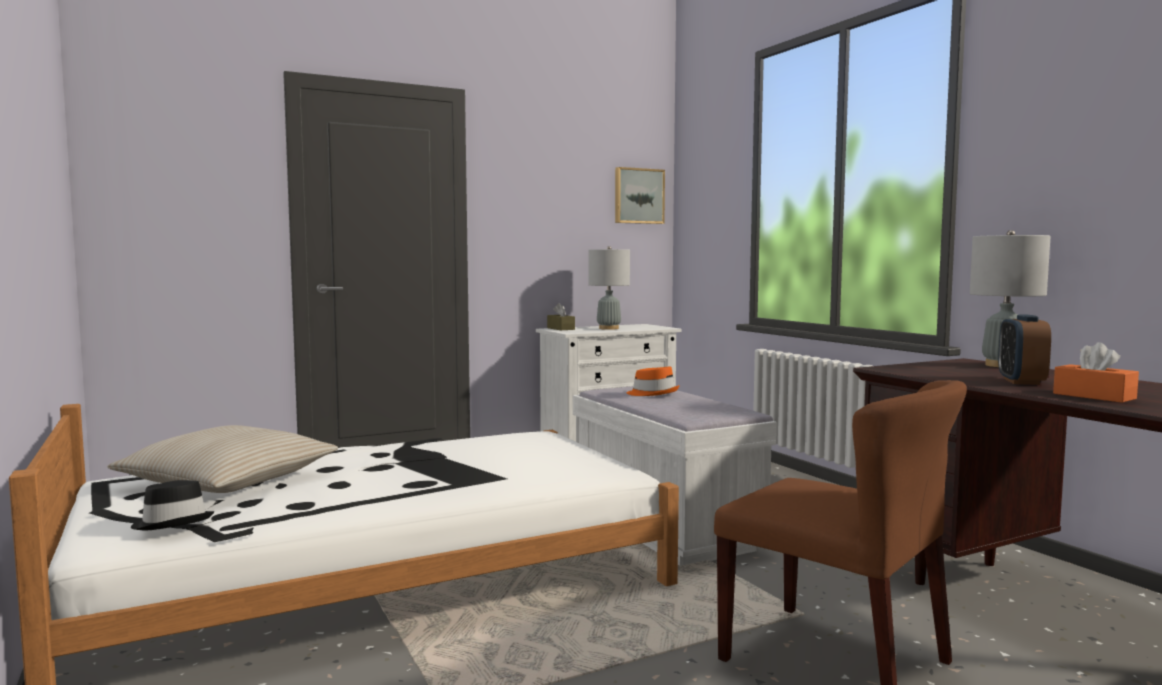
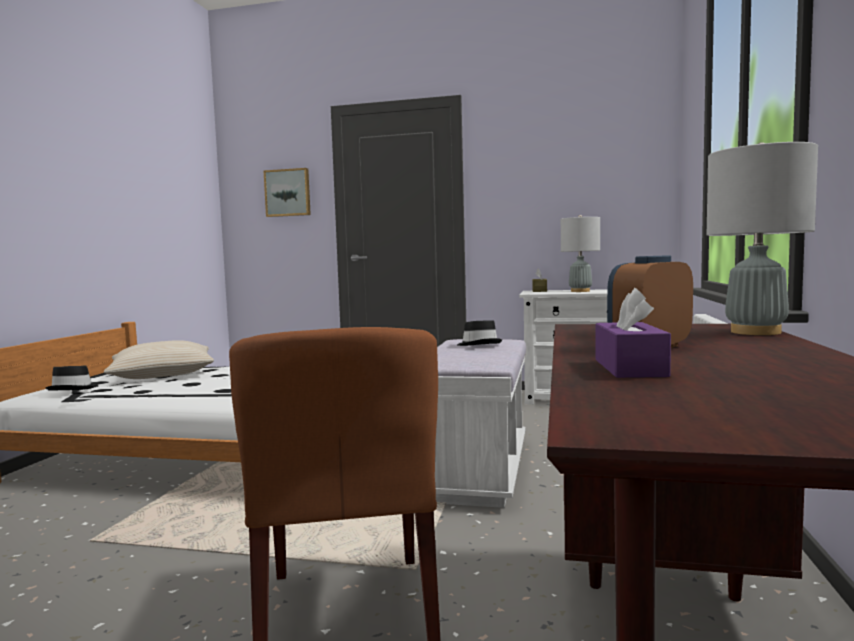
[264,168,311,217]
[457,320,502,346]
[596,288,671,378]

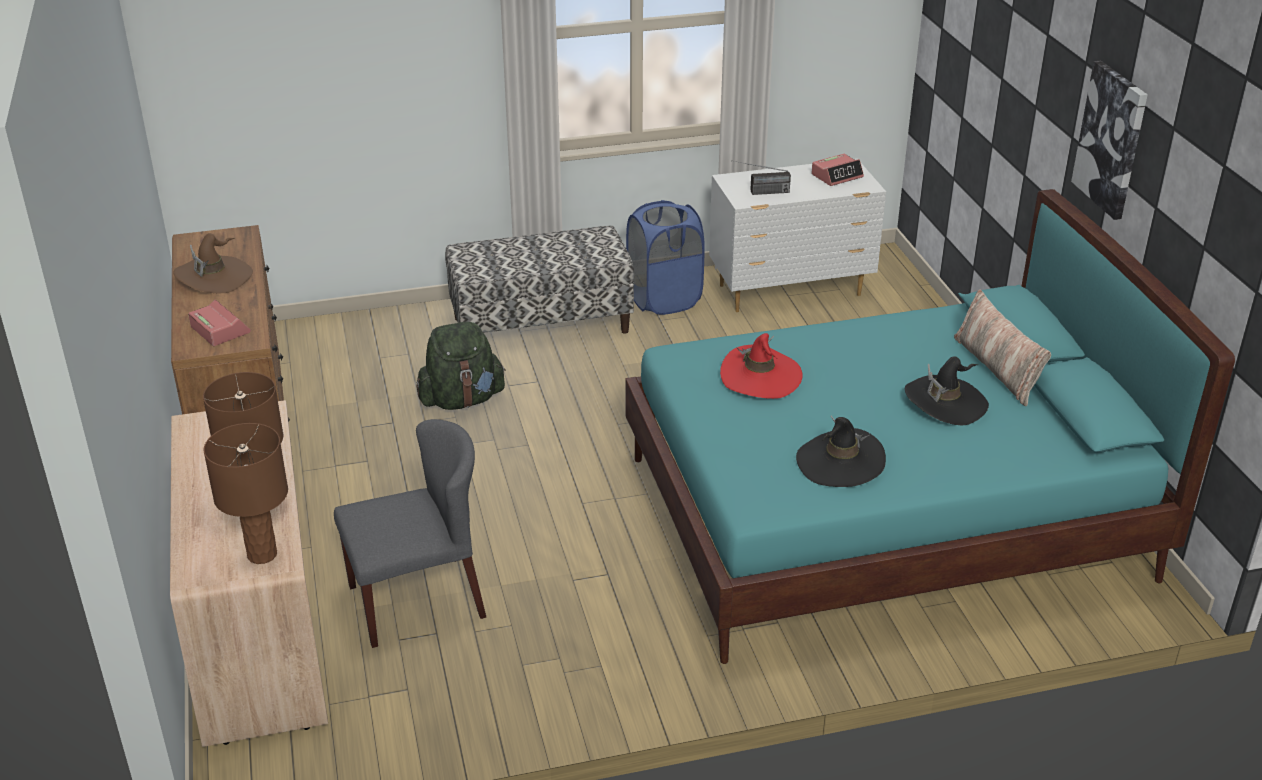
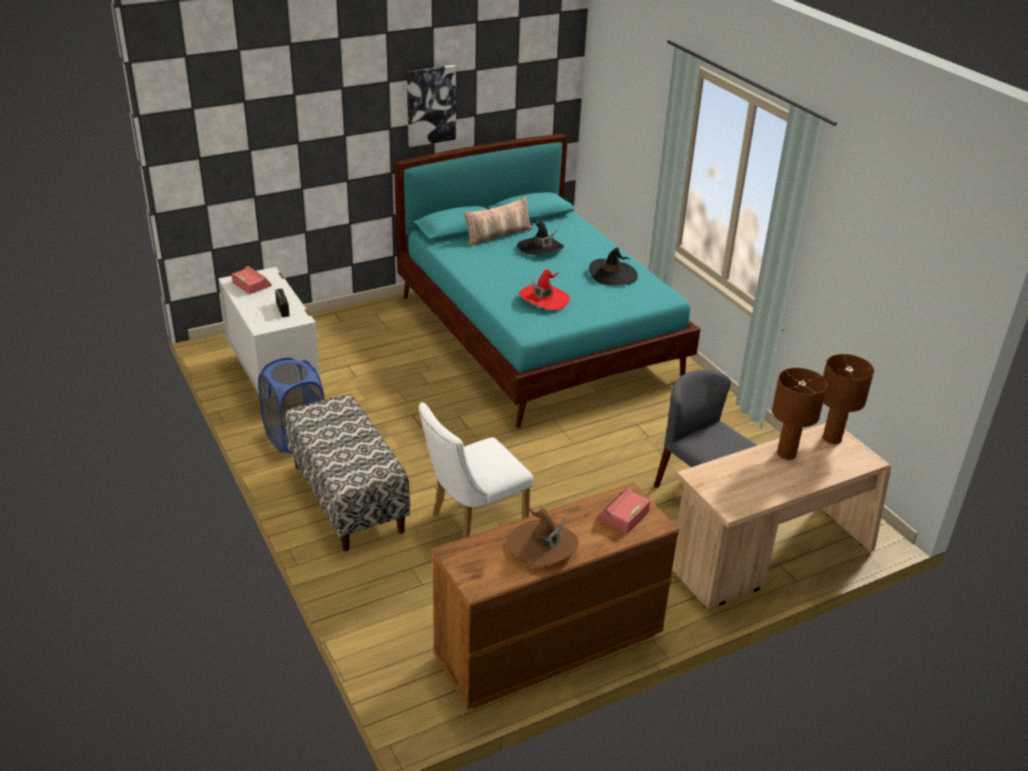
[418,402,533,538]

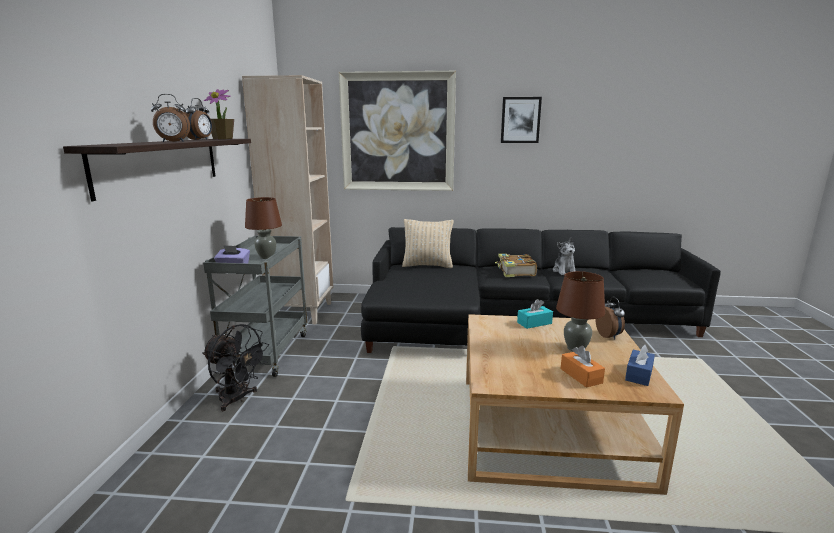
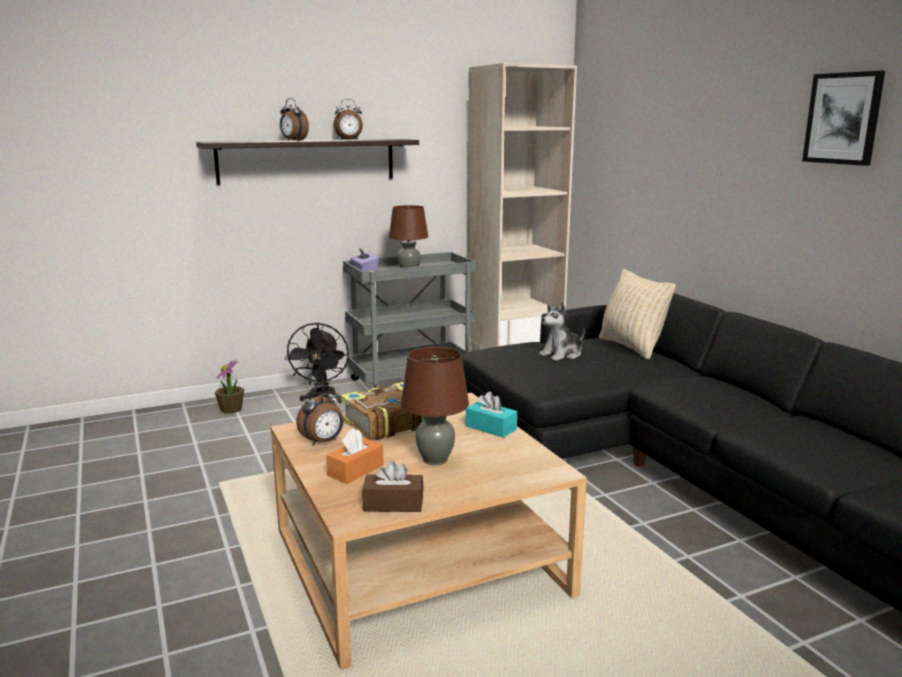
[339,71,456,191] (first image)
[215,359,244,414]
[341,382,425,440]
[539,301,585,361]
[296,385,344,446]
[362,460,424,512]

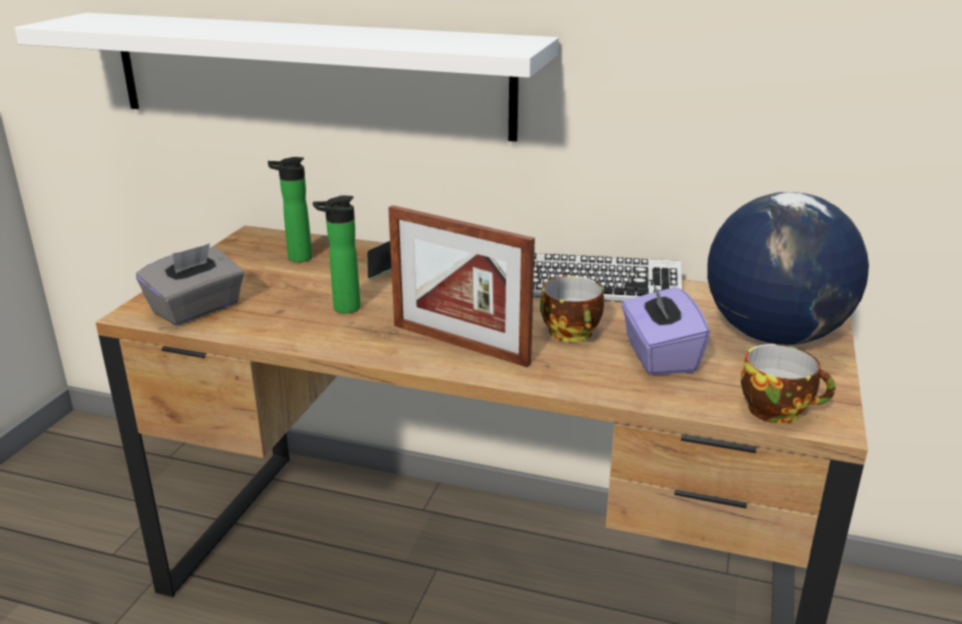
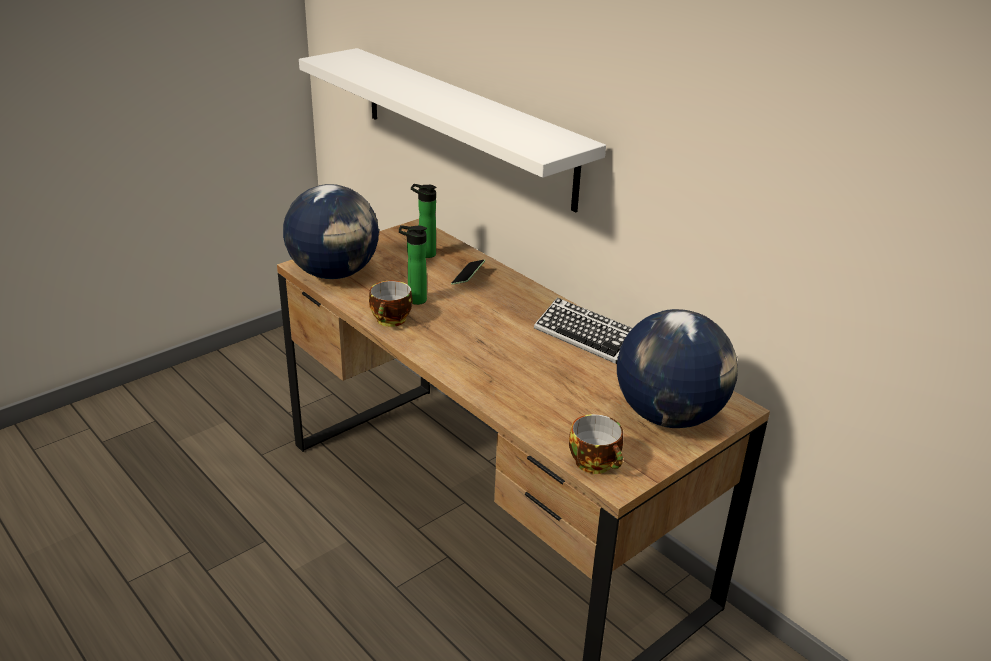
[388,205,535,368] (first image)
[621,280,710,375] (first image)
[369,281,413,327]
[283,184,379,279]

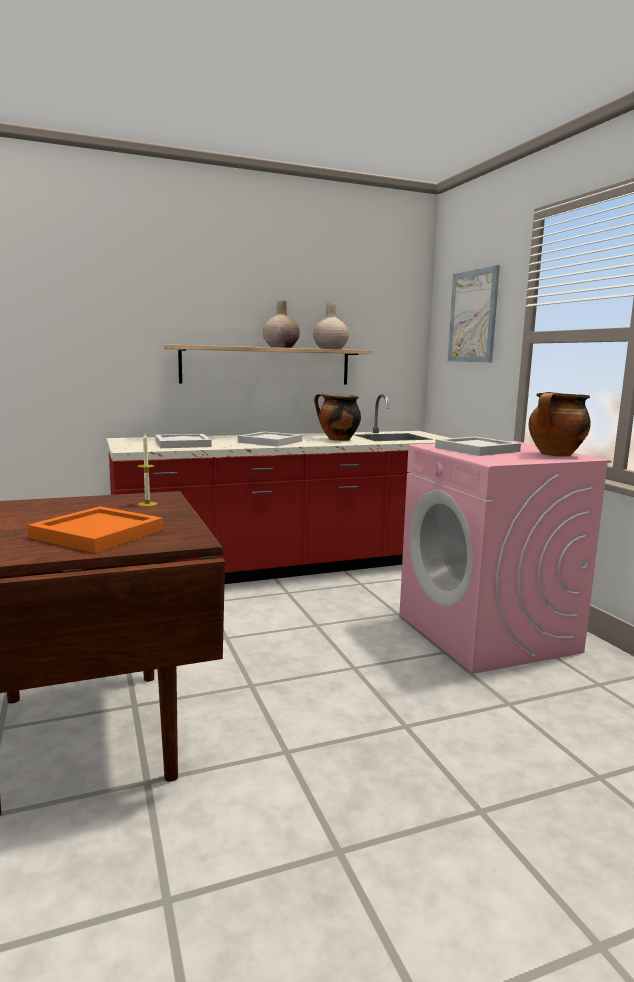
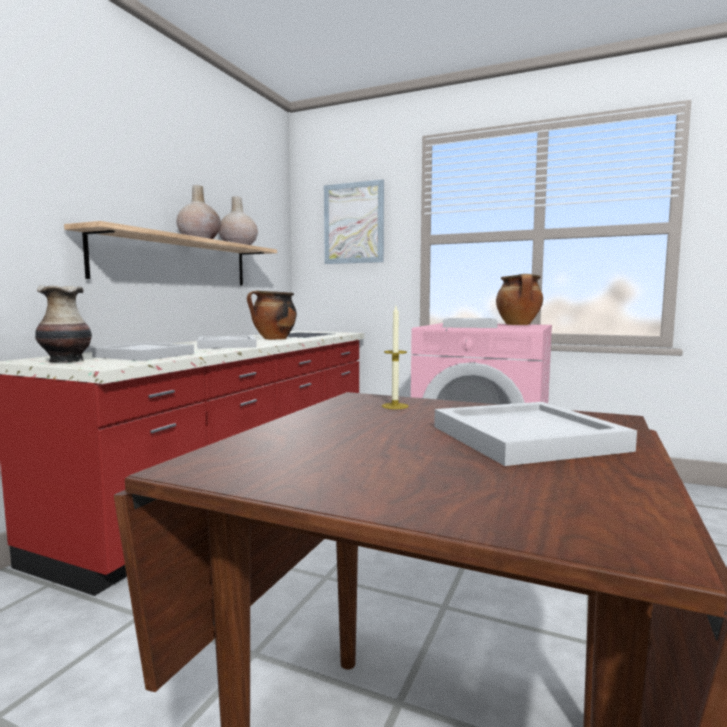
[35,285,92,363]
[434,402,637,466]

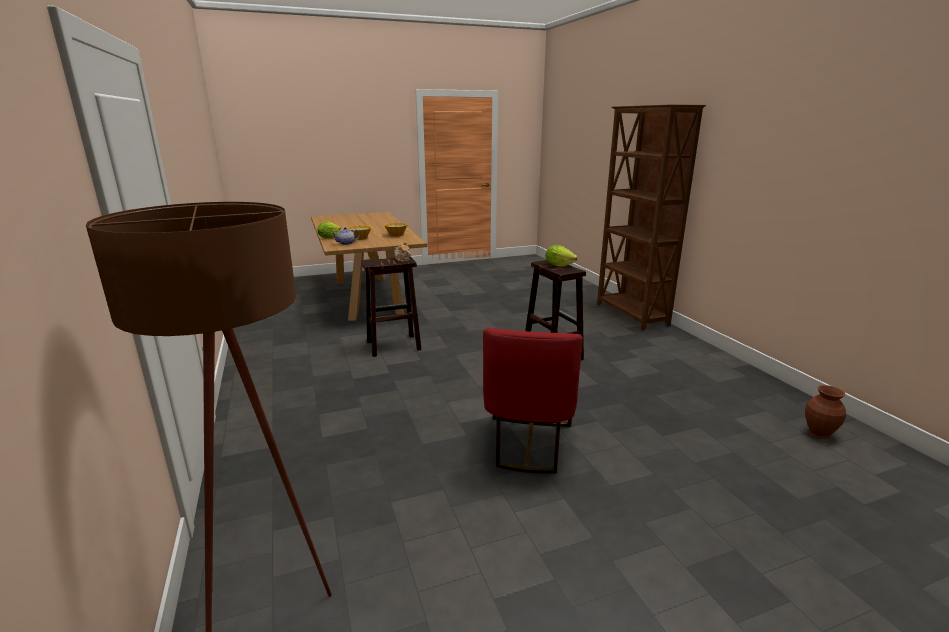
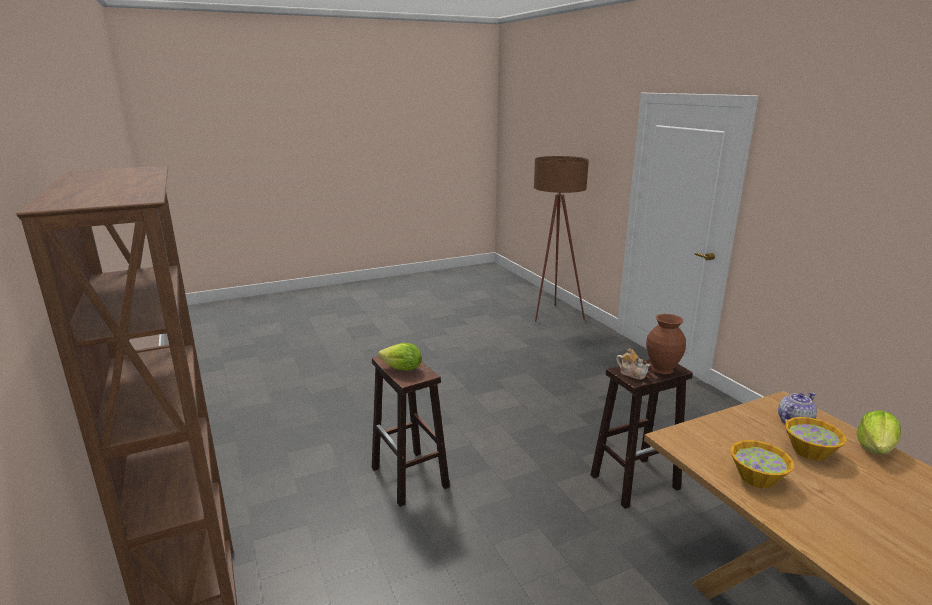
[483,328,583,474] (first image)
[646,314,686,374]

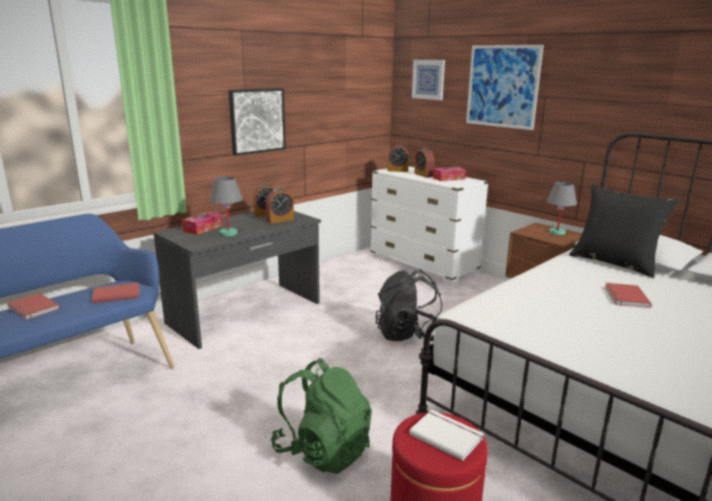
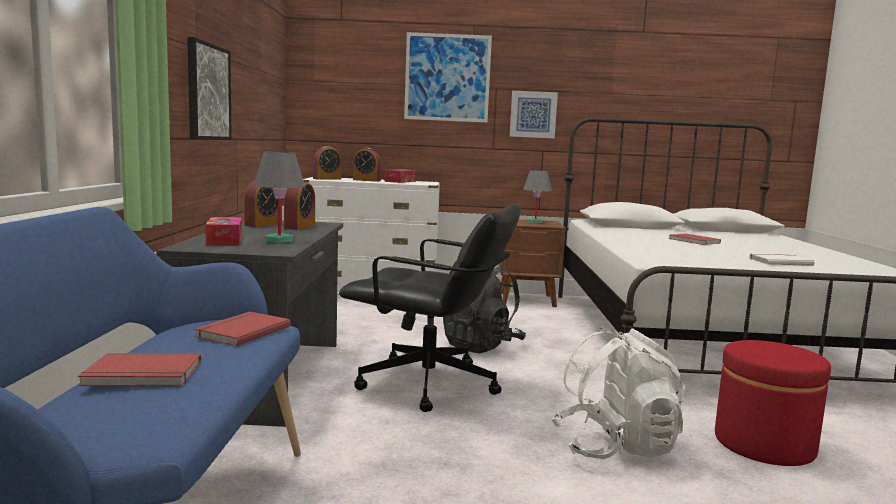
[569,184,680,278] (first image)
[339,204,521,412]
[749,253,815,266]
[510,91,558,138]
[551,328,685,459]

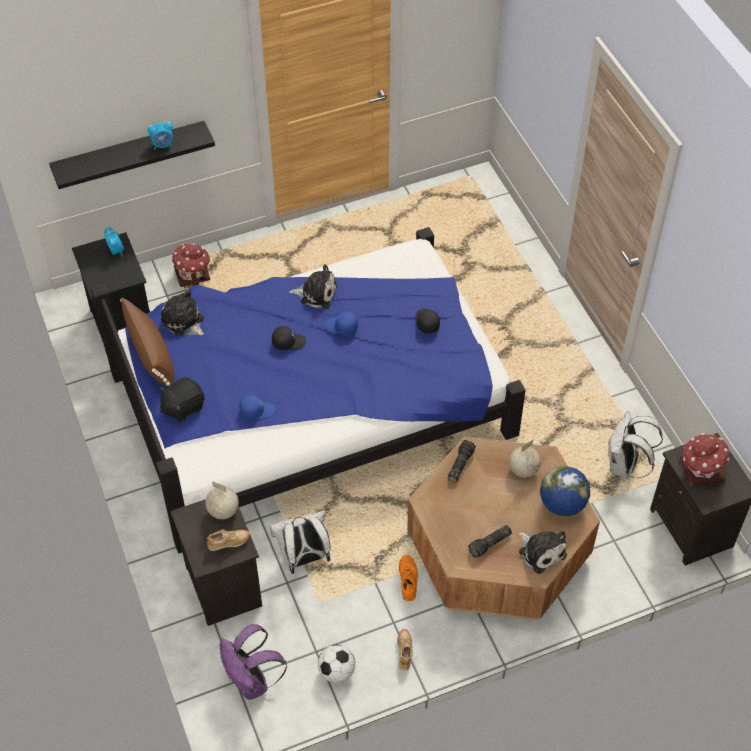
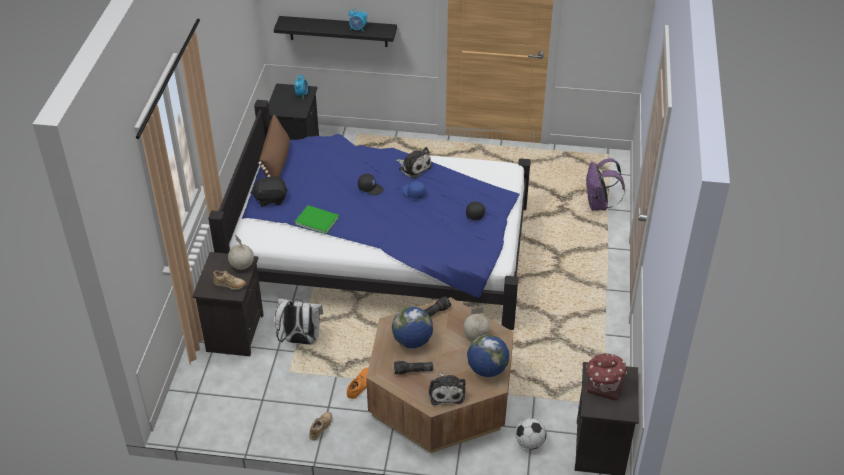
[161,290,204,336] (first image)
[172,243,210,287] (first image)
[608,411,663,478] (first image)
[392,307,433,348]
[586,158,625,211]
[515,418,546,450]
[295,205,339,234]

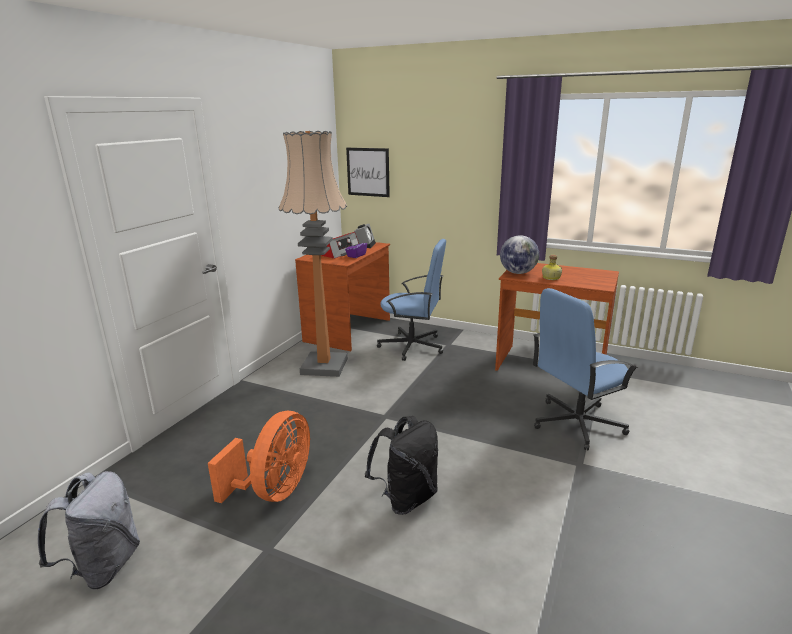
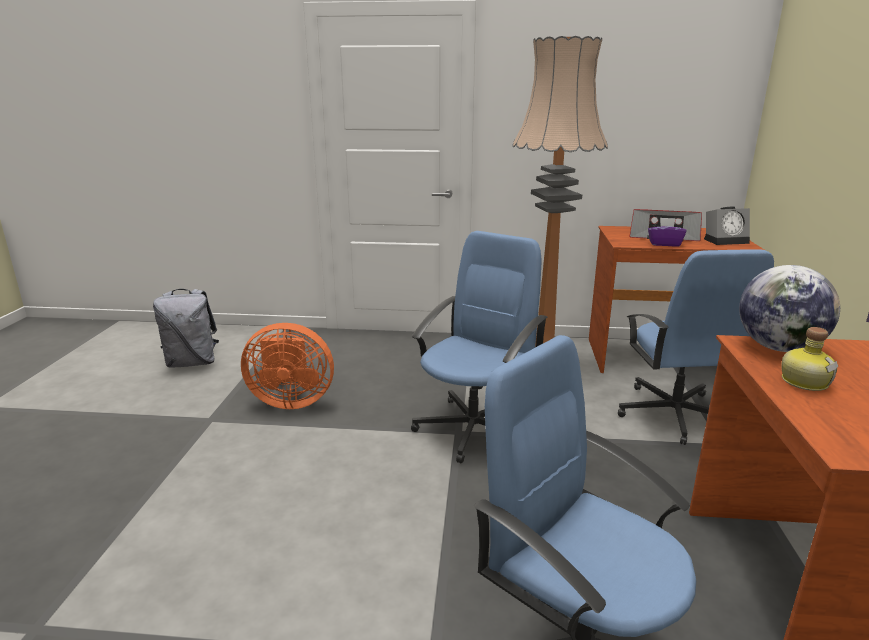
[346,148,390,197] (first image)
[365,416,438,515] (first image)
[411,231,548,463]

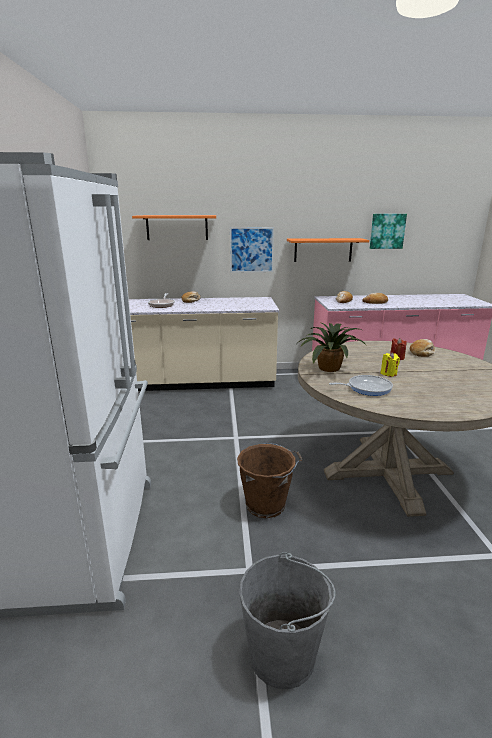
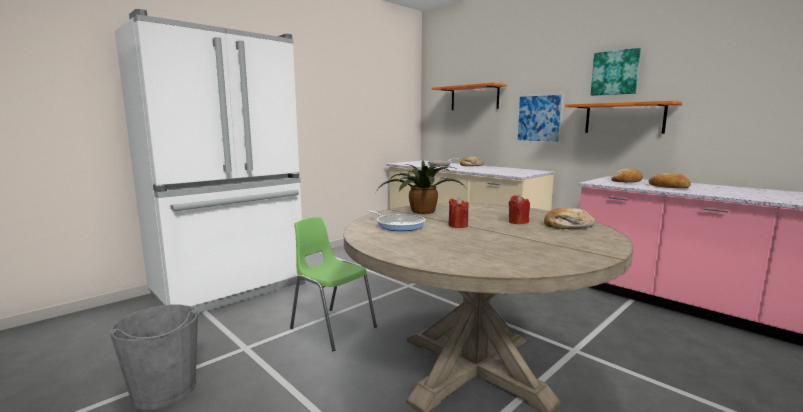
[591,48,641,96]
[290,217,377,351]
[448,197,469,228]

